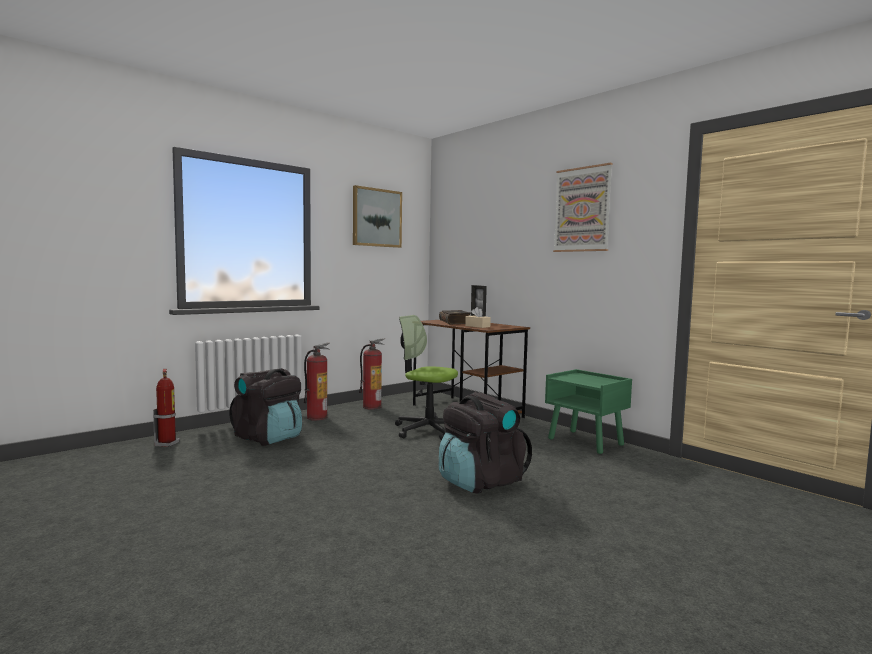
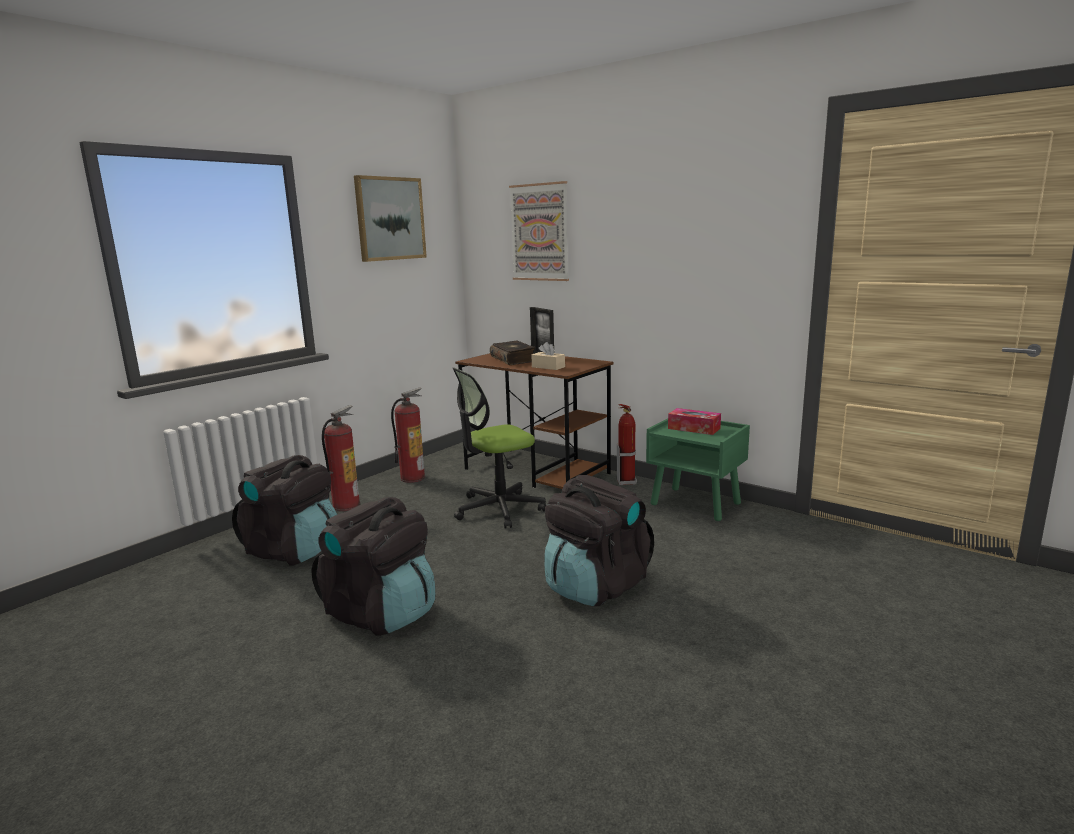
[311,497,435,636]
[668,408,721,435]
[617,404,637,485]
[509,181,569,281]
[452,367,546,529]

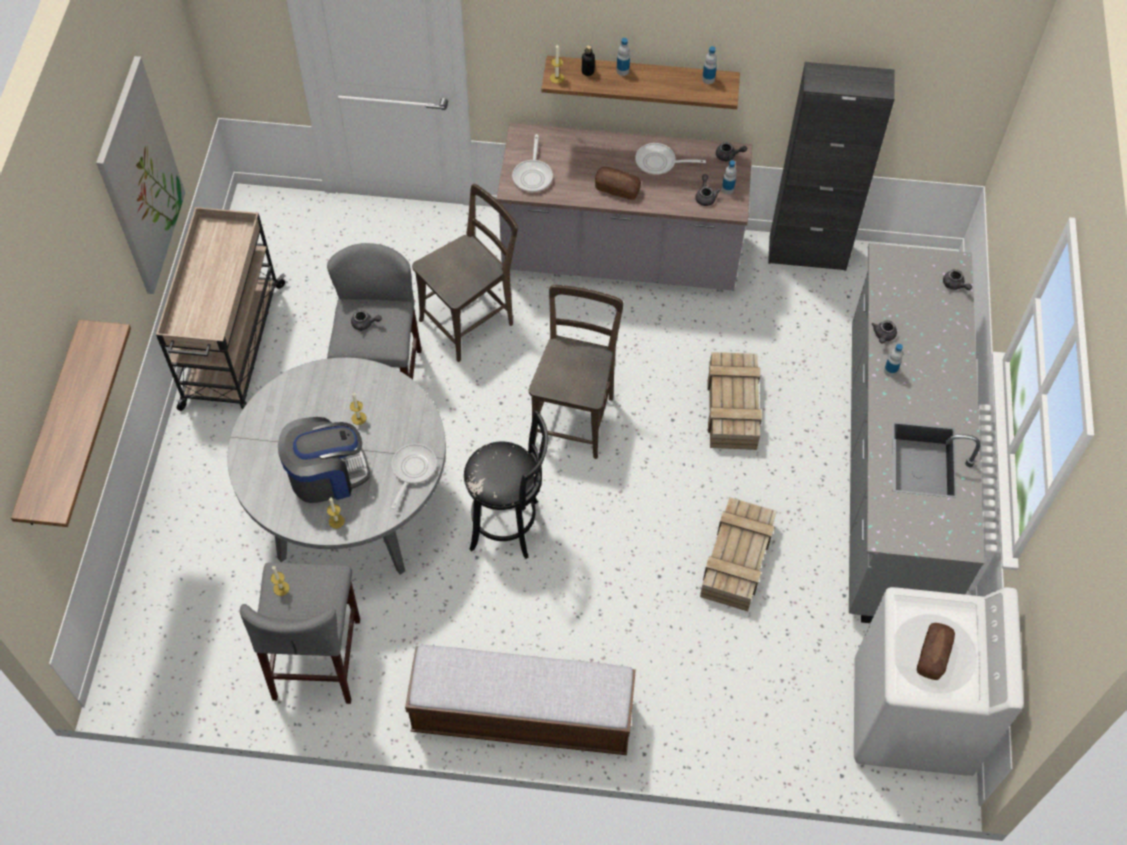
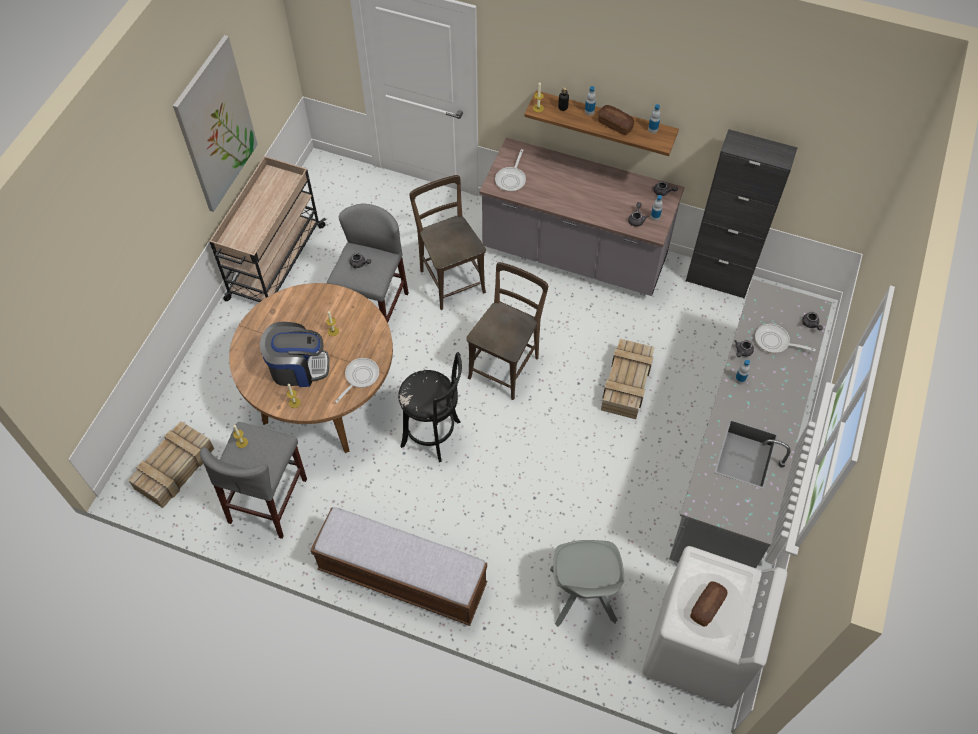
[11,320,131,527] (first image)
[550,540,624,627]
[598,105,634,135]
[755,324,816,353]
[128,421,214,508]
[229,283,393,453]
[409,175,486,310]

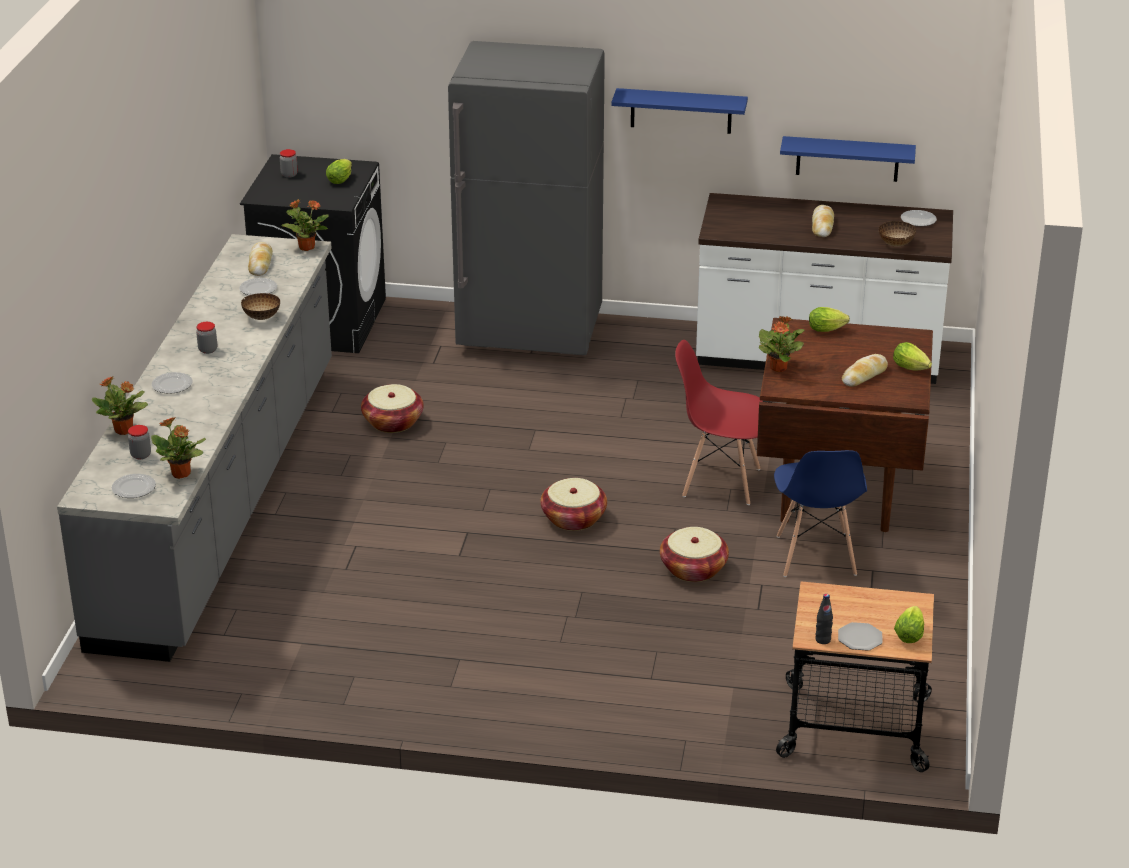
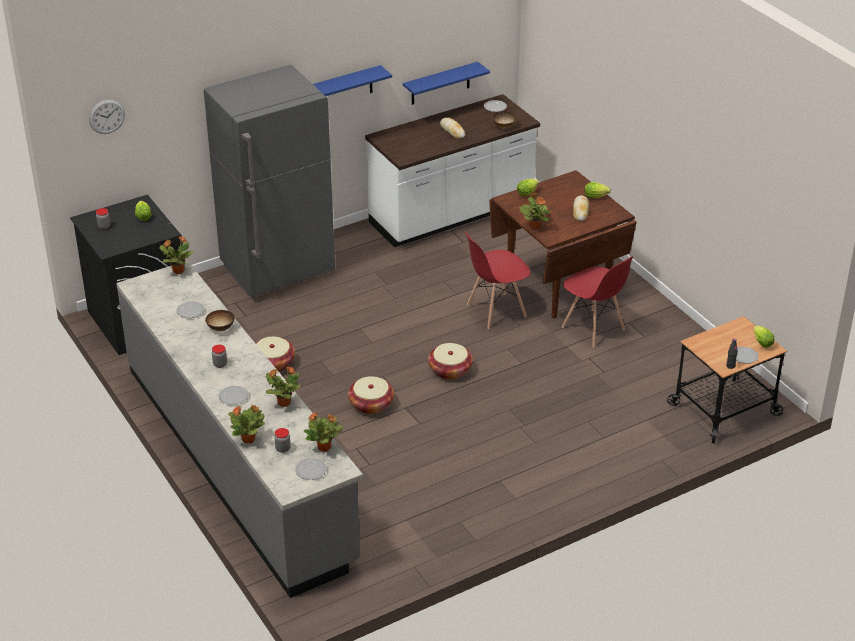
[248,242,273,276] (first image)
[89,99,125,134]
[266,366,301,407]
[348,376,394,414]
[562,256,633,348]

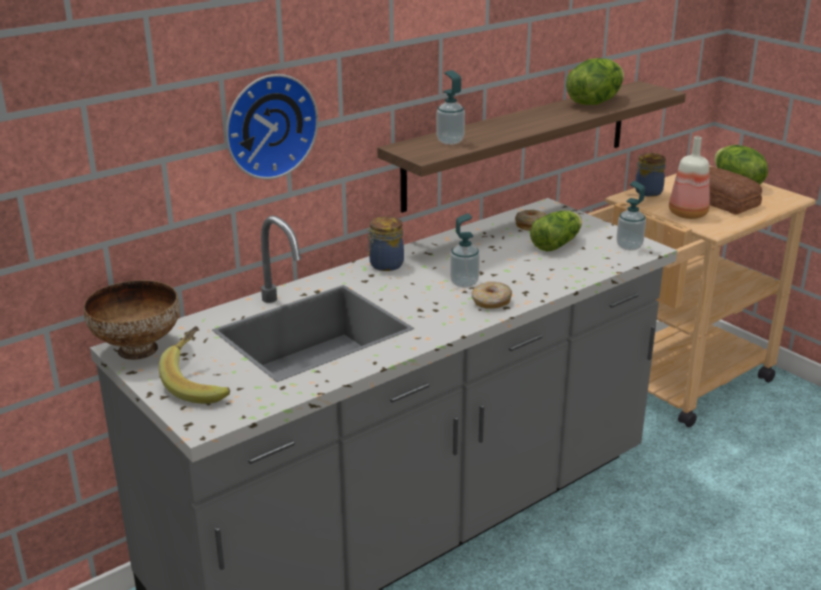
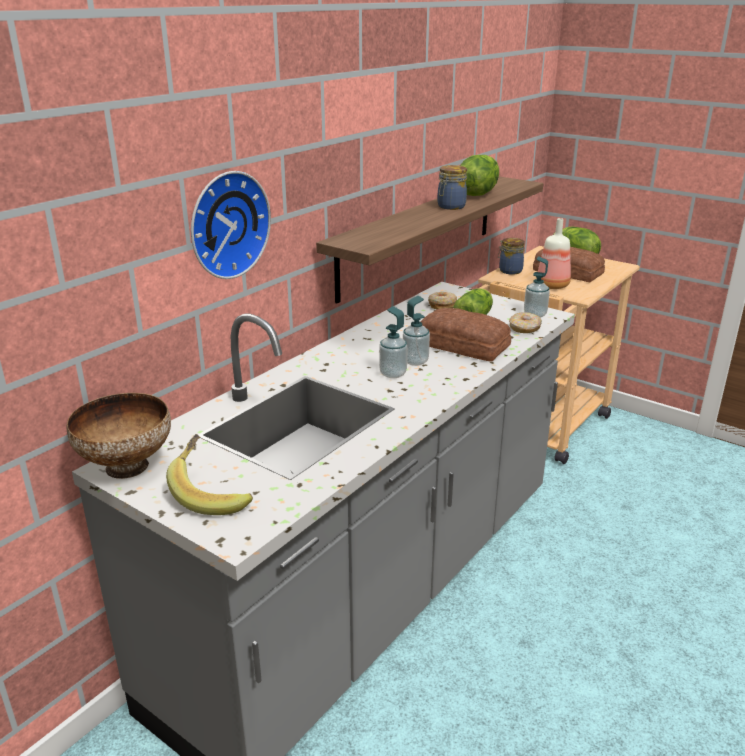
[420,308,511,362]
[437,165,467,210]
[379,306,408,378]
[509,312,542,333]

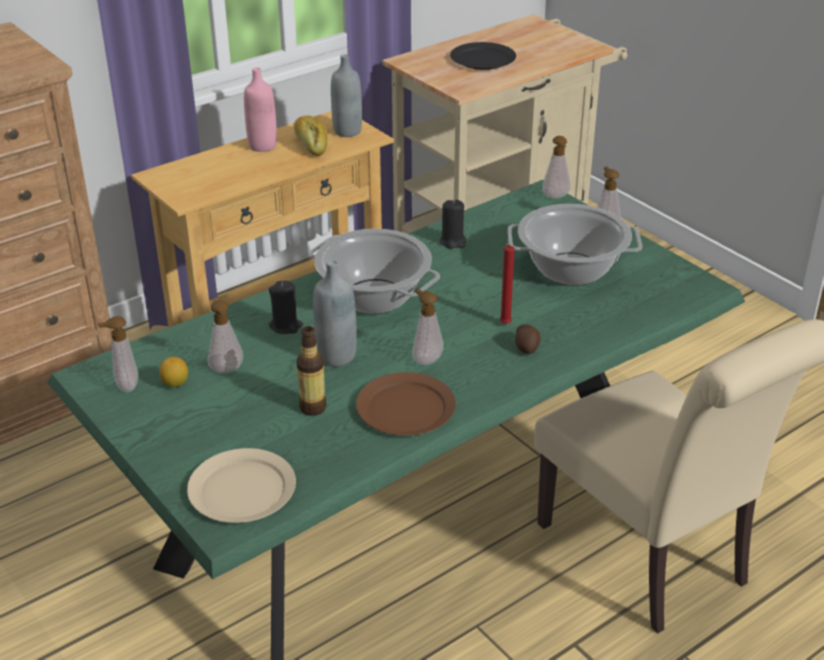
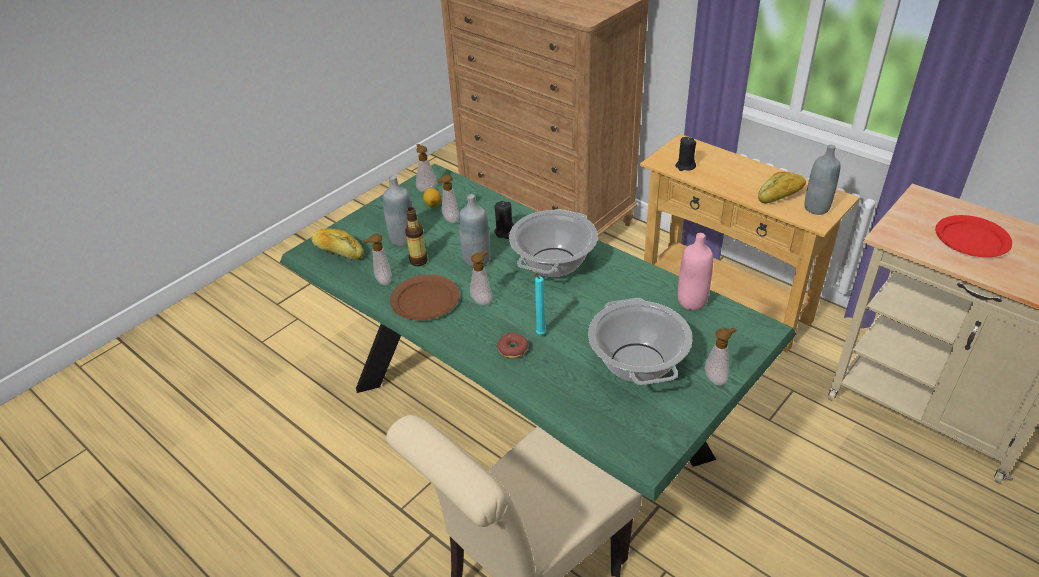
[383,175,412,247]
[678,233,713,310]
[675,137,696,171]
[363,234,392,286]
[311,228,363,260]
[497,333,528,359]
[935,215,1012,257]
[531,270,546,334]

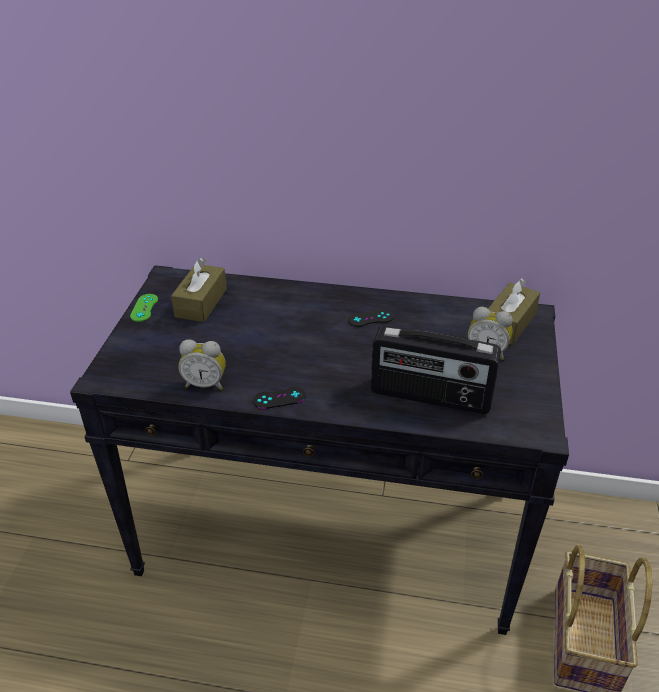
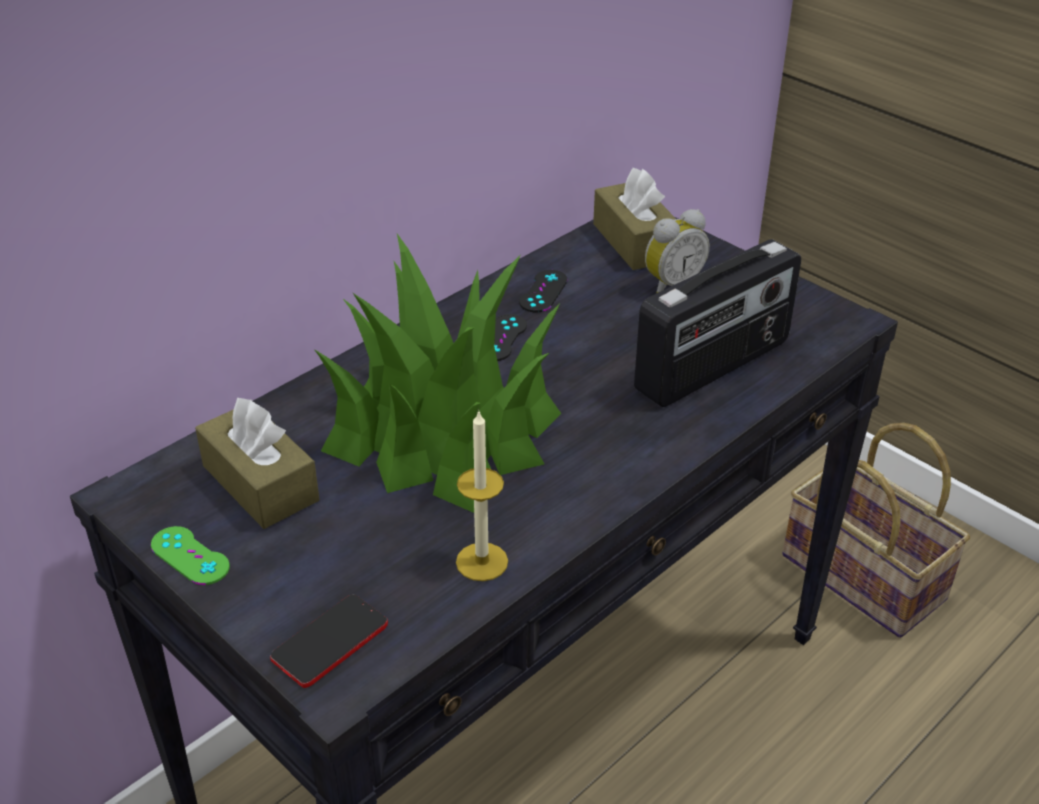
[270,594,388,688]
[314,234,561,513]
[519,270,568,312]
[456,410,508,581]

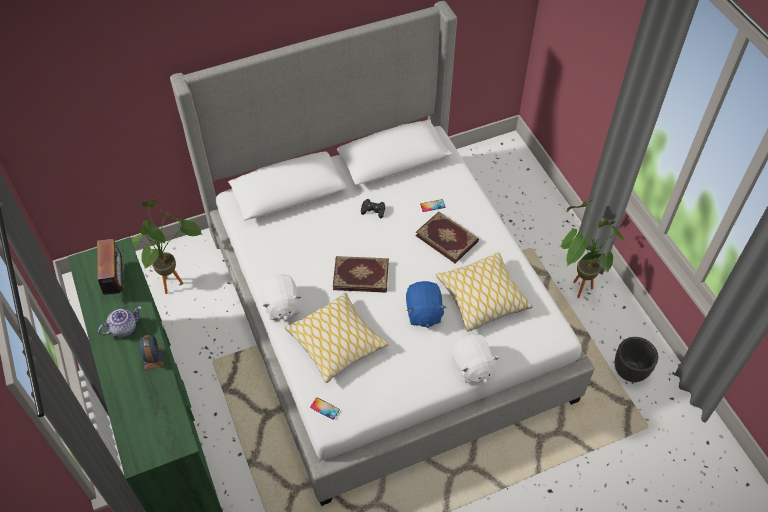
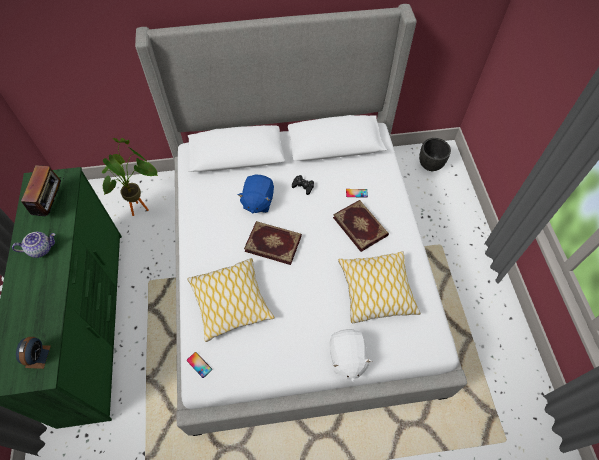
[261,274,301,320] (first image)
[559,199,625,298] (first image)
[16,337,51,369]
[238,175,274,214]
[419,138,451,171]

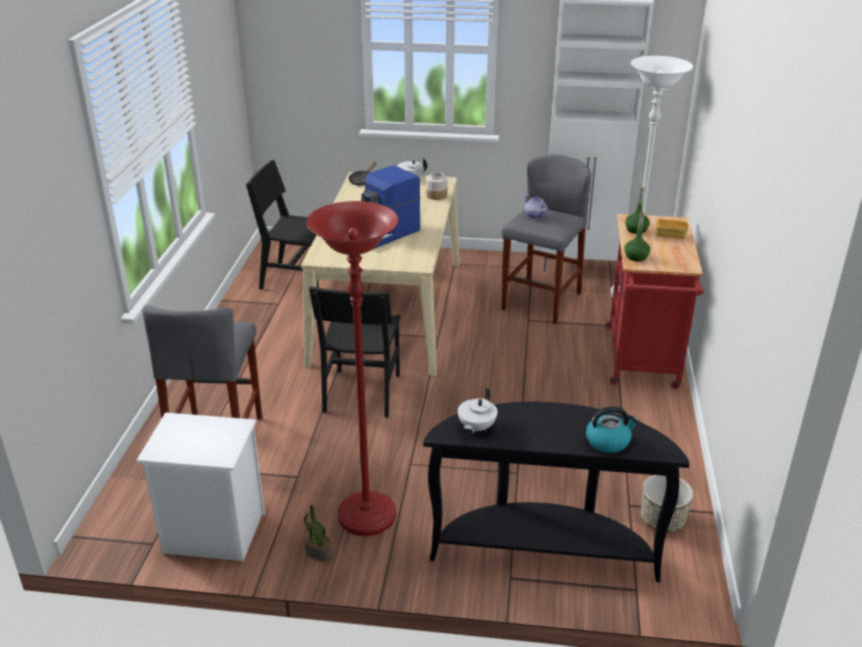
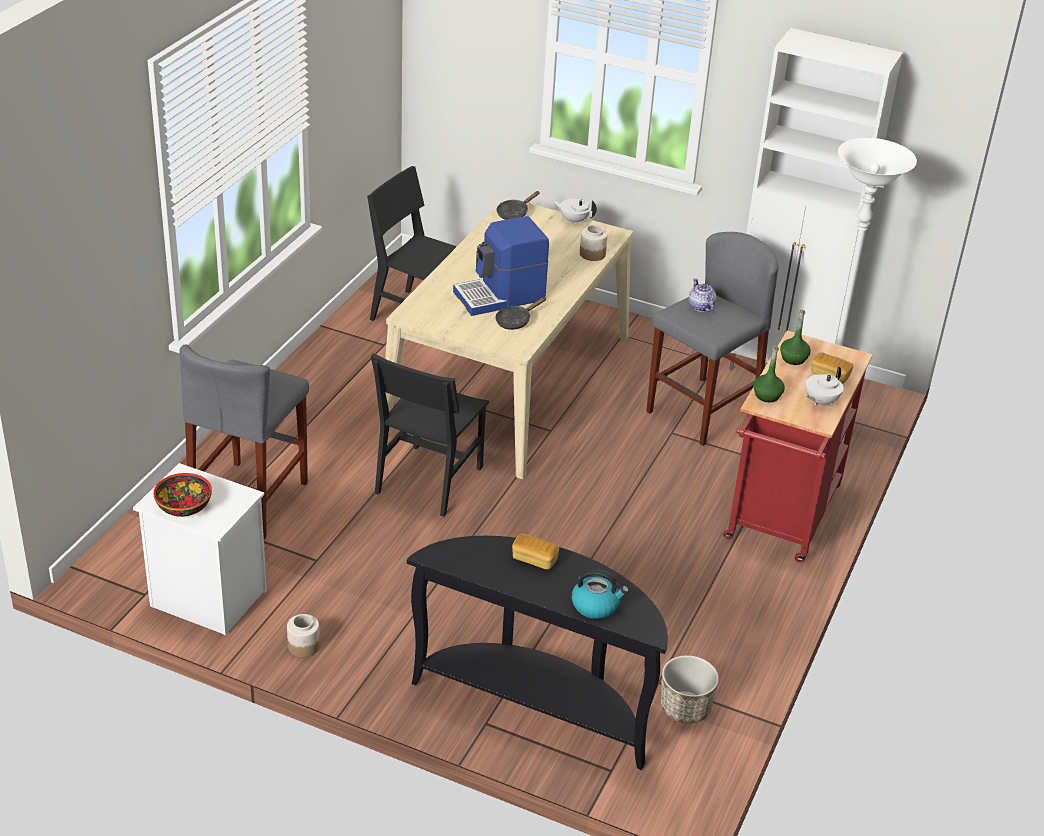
[306,201,398,536] (first image)
[153,473,212,517]
[495,297,546,330]
[512,533,559,570]
[805,367,843,406]
[287,614,320,657]

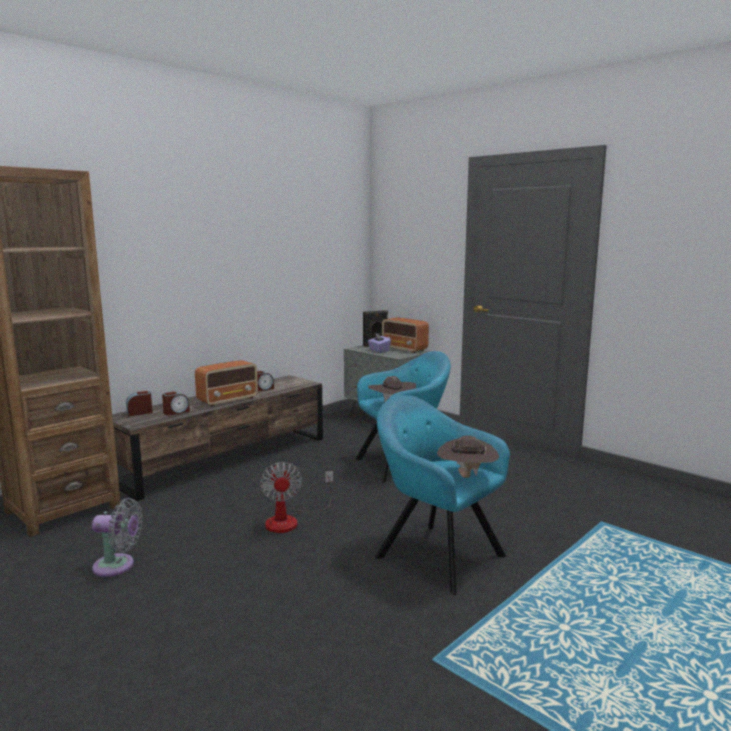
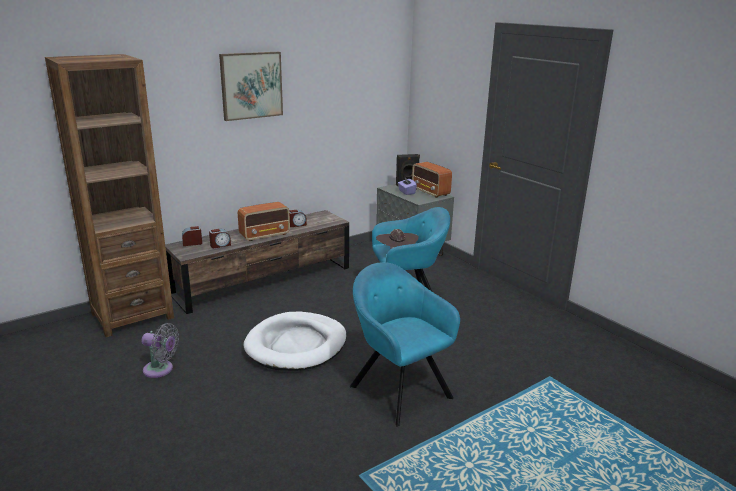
[437,436,499,478] (first image)
[219,52,283,121]
[243,312,347,371]

